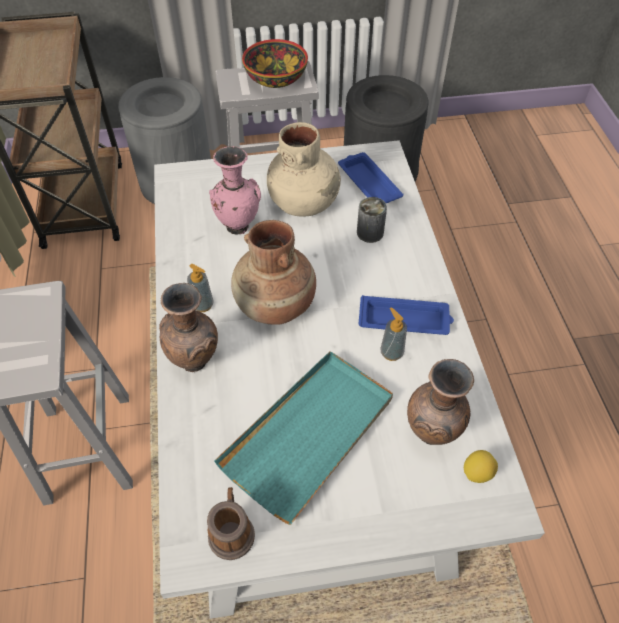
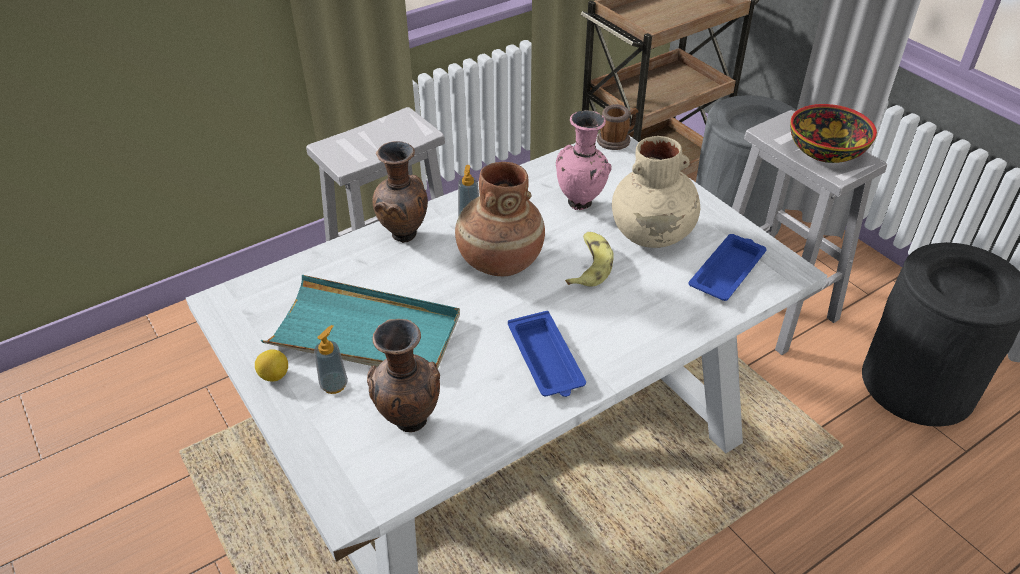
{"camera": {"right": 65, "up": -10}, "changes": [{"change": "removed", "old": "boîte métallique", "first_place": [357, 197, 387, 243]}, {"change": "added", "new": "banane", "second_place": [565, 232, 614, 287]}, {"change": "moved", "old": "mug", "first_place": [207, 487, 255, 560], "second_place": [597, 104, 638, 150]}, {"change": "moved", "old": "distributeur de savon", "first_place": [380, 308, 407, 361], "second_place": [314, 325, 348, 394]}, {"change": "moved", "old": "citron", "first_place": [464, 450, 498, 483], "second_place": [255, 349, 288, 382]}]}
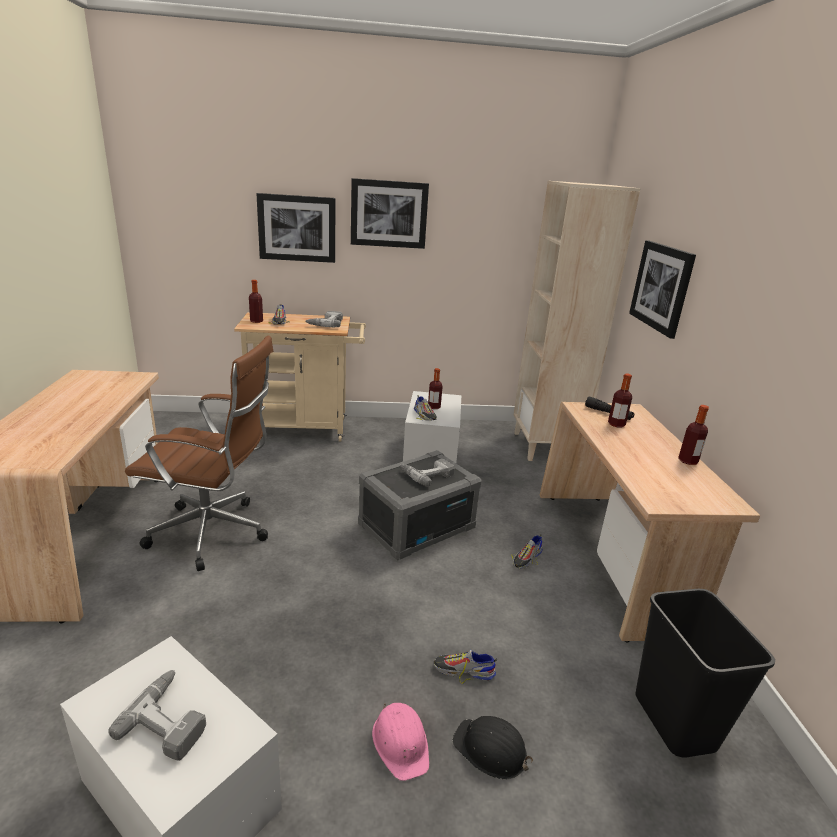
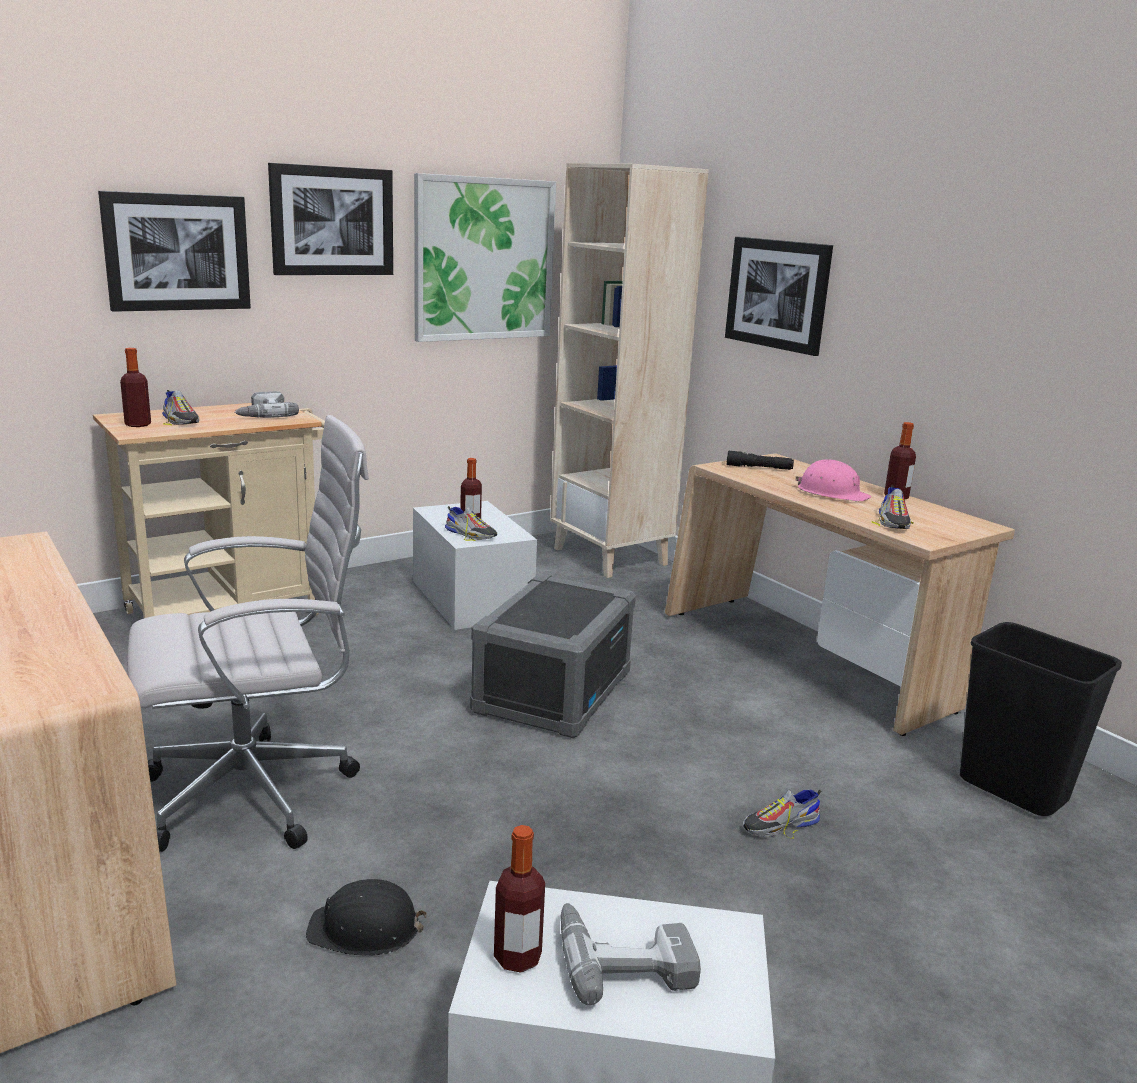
{"camera": {"right": -30, "up": -5}, "changes": [{"change": "removed", "old": "perceuse", "first_place": [400, 459, 455, 487]}, {"change": "added", "new": "tableau", "second_place": [414, 173, 556, 342]}, {"change": "moved", "old": "casque de chantier [rose]", "first_place": [372, 703, 429, 781], "second_place": [795, 459, 871, 501]}, {"change": "moved", "old": "casque de chantier [noir]", "first_place": [452, 716, 533, 780], "second_place": [306, 879, 427, 956]}, {"change": "moved", "old": "chaussure", "first_place": [511, 534, 543, 569], "second_place": [872, 485, 914, 529]}, {"change": "moved", "old": "bouteille", "first_place": [608, 373, 632, 428], "second_place": [494, 825, 545, 973]}, {"change": "recoloured", "old": "chaise de bureau [marron]", "new": "chaise de bureau [blanc]", "first_place": [125, 336, 273, 571], "second_place": [127, 415, 369, 852]}]}
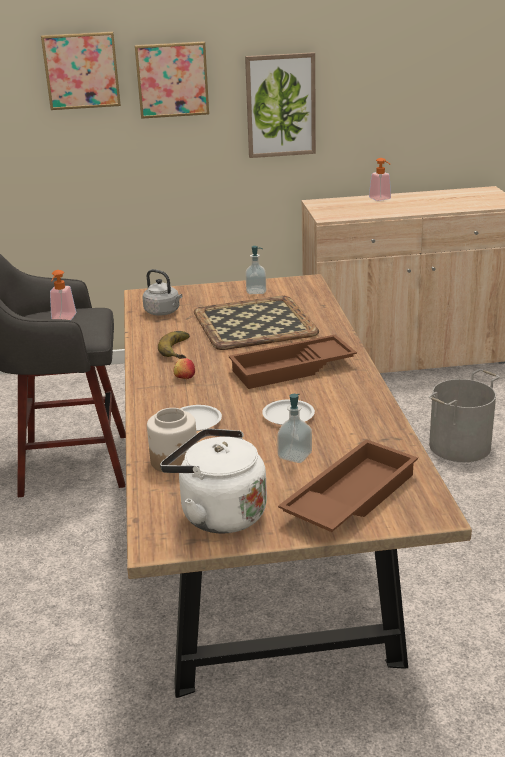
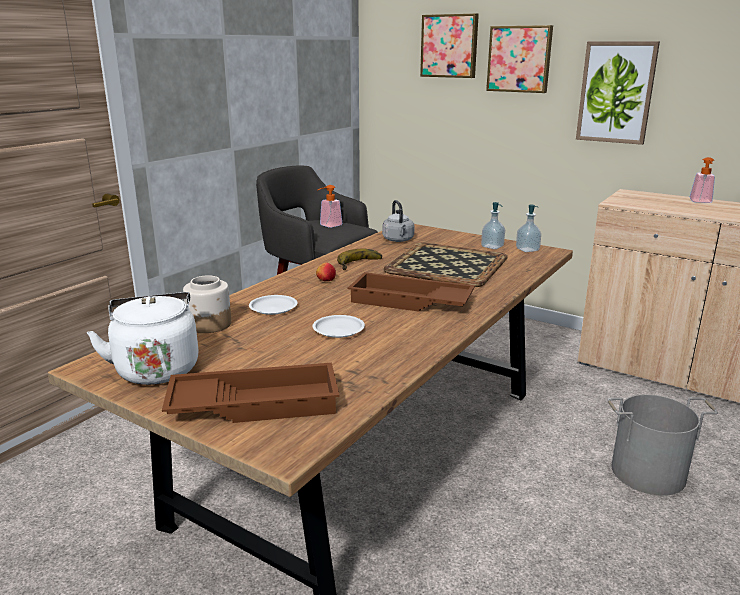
{"camera": {"right": 40, "up": -5}, "changes": [{"change": "moved", "old": "distributeur de savon", "first_place": [277, 394, 312, 463], "second_place": [516, 205, 541, 252]}]}
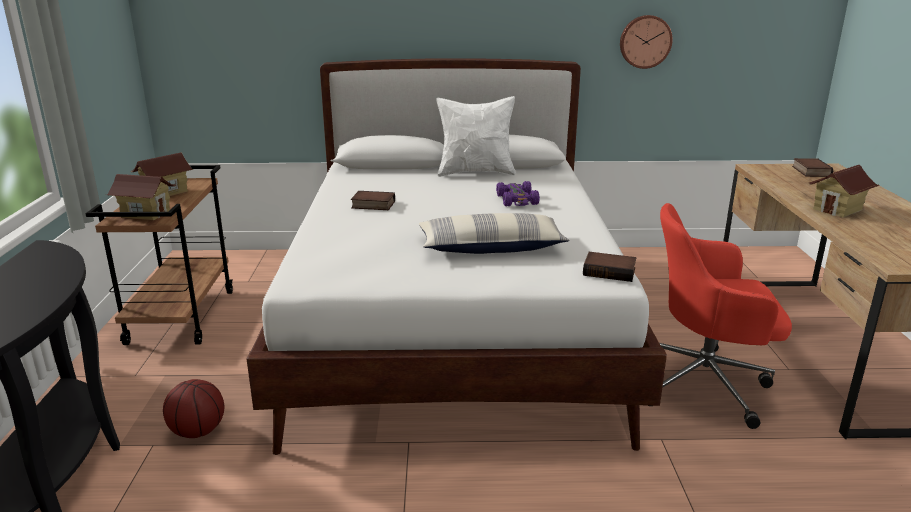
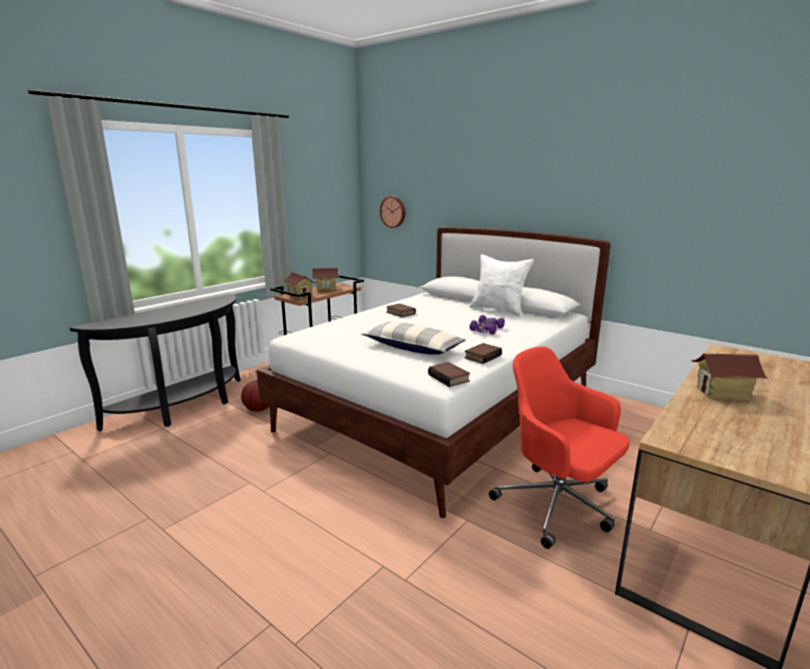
{"camera": {"right": 40, "up": -5}, "changes": [{"change": "moved", "old": "horloge murale", "first_place": [620, 15, 673, 69], "second_place": [380, 196, 405, 228]}, {"change": "moved", "old": "livre", "first_place": [792, 158, 833, 177], "second_place": [464, 343, 502, 364]}]}
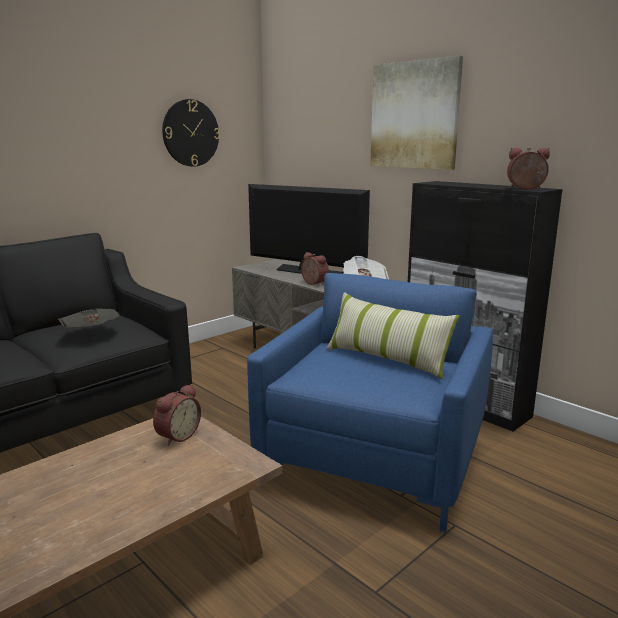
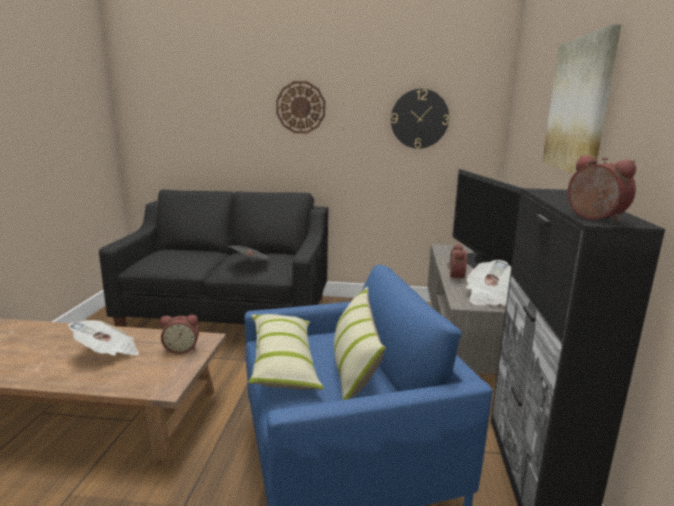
{"camera": {"right": 50, "up": 0}, "changes": [{"change": "added", "new": "journal", "second_place": [68, 320, 139, 356]}, {"change": "added", "new": "coussin", "second_place": [248, 314, 324, 390]}, {"change": "added", "new": "horloge murale", "second_place": [276, 81, 325, 133]}]}
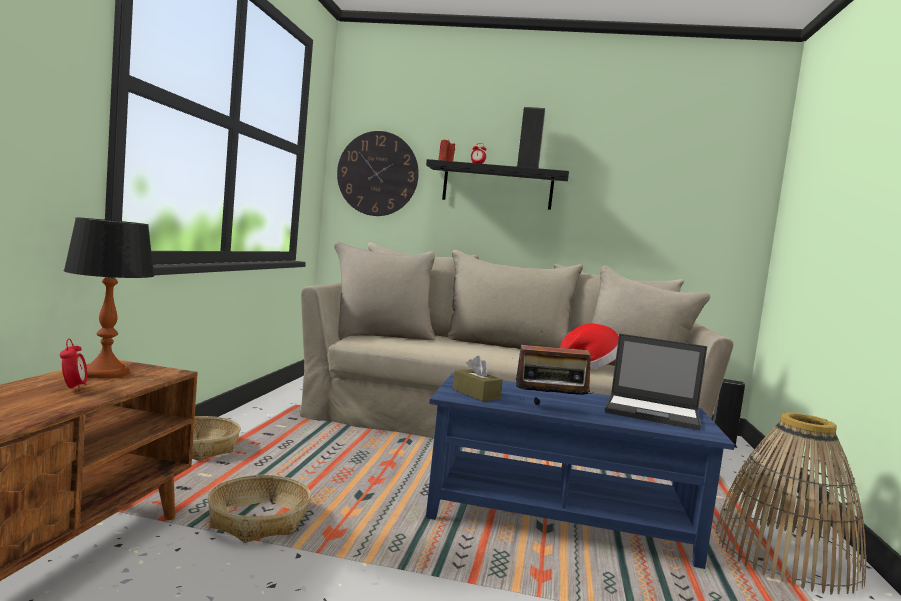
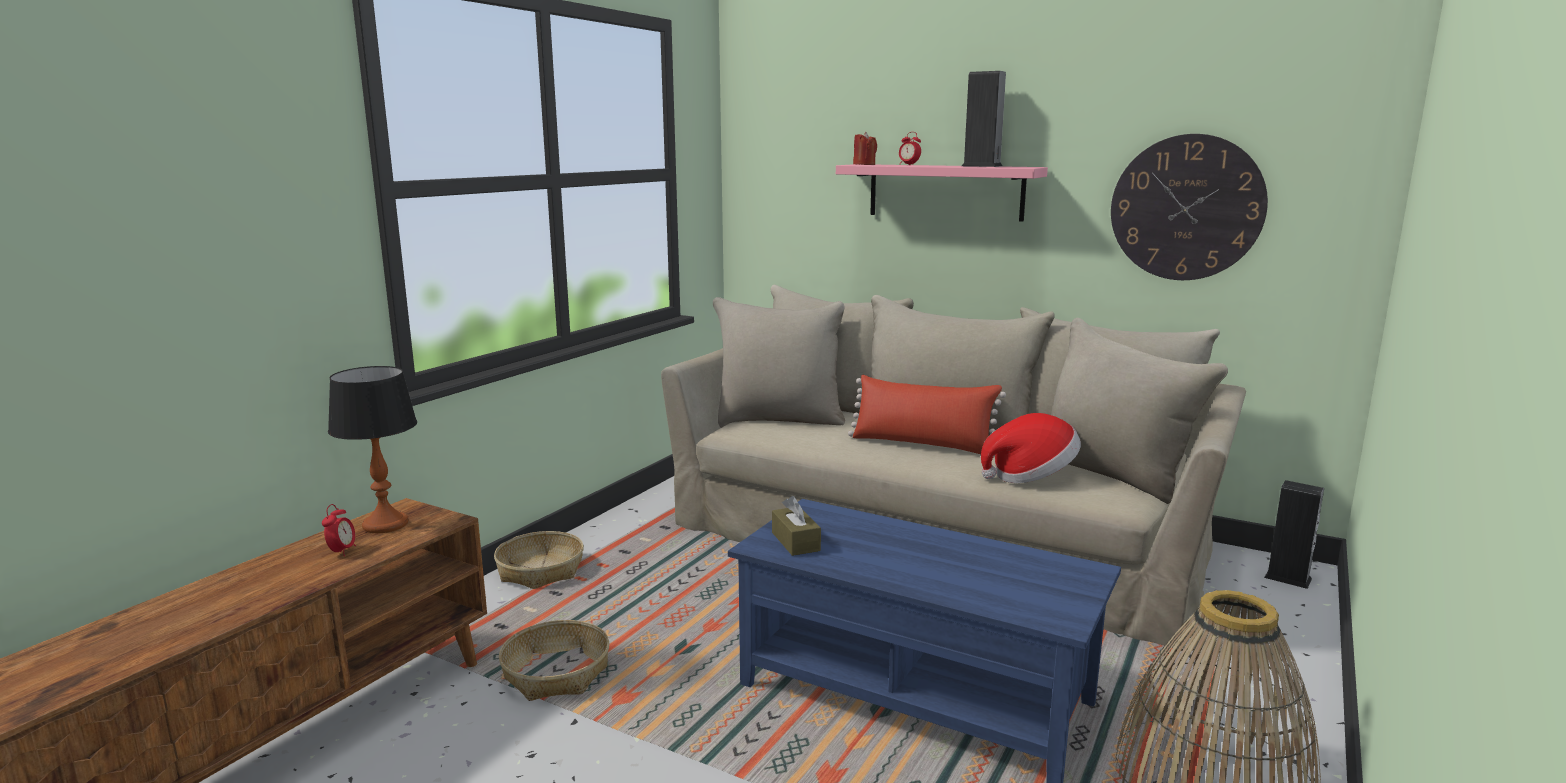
{"camera": {"right": 20, "up": 10}, "changes": [{"change": "removed", "old": "radio", "first_place": [513, 331, 593, 405]}, {"change": "removed", "old": "ordinateur portable", "first_place": [605, 334, 707, 430]}, {"change": "added", "new": "coussin [rouge]", "second_place": [848, 375, 1006, 454]}, {"change": "moved", "old": "horloge murale", "first_place": [337, 131, 419, 216], "second_place": [1111, 134, 1268, 280]}, {"change": "recoloured", "old": "étagère [noir]", "new": "étagère [rose]", "first_place": [426, 159, 569, 210], "second_place": [836, 164, 1048, 222]}]}
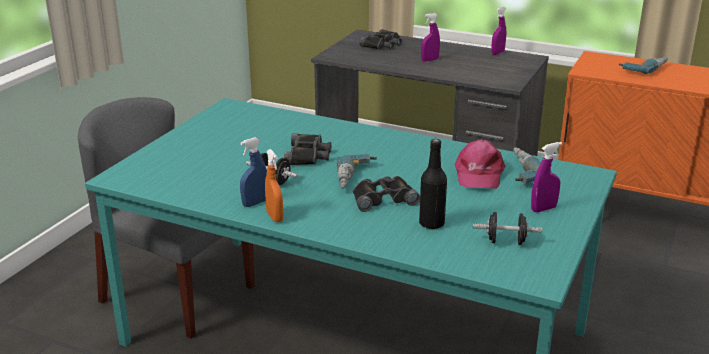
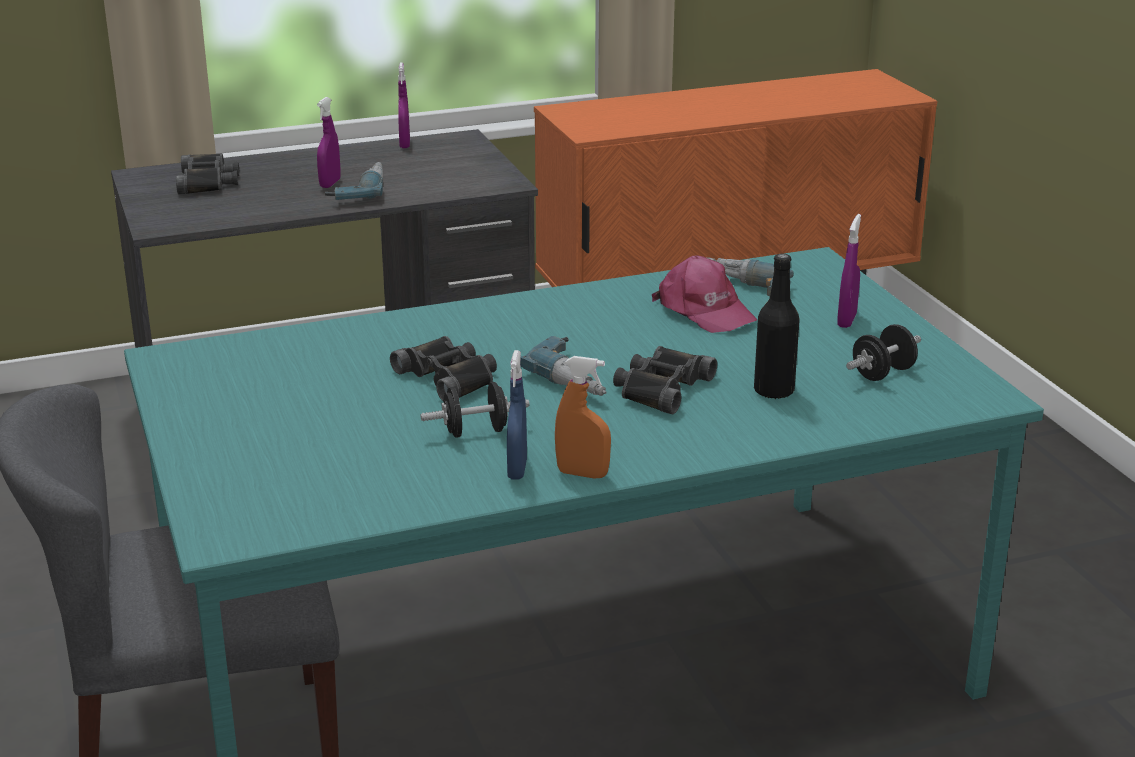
{"camera": {"right": -45, "up": 0}, "changes": [{"change": "moved", "old": "perceuse", "first_place": [619, 57, 668, 74], "second_place": [325, 162, 383, 200]}]}
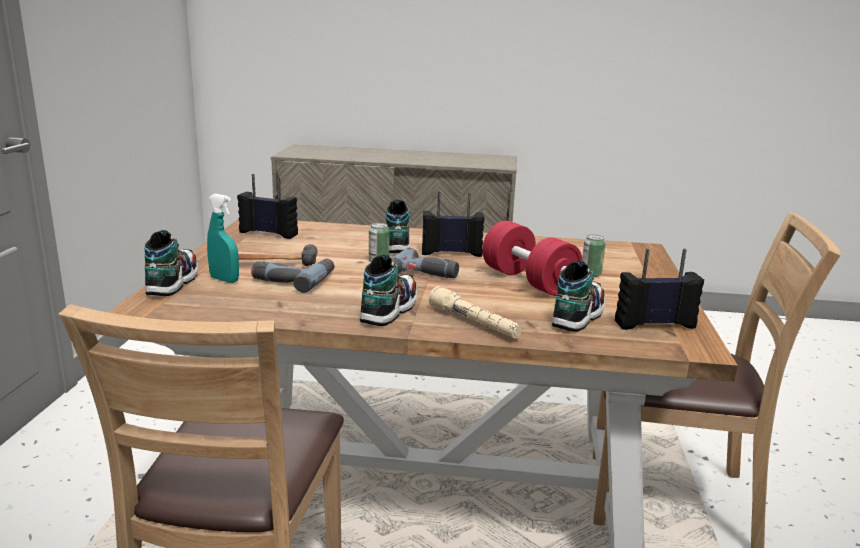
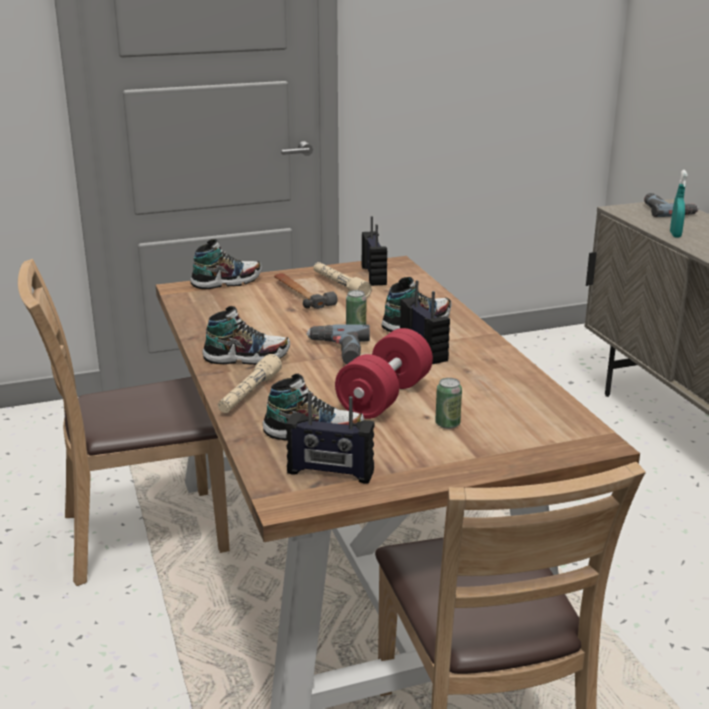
{"camera": {"right": 65, "up": 5}, "changes": [{"change": "added", "new": "lampe de poche [beige]", "second_place": [313, 262, 372, 298]}, {"change": "moved", "old": "vaporisateur [turquoise]", "first_place": [207, 194, 239, 283], "second_place": [670, 170, 688, 238]}, {"change": "moved", "old": "perceuse", "first_place": [251, 259, 334, 293], "second_place": [644, 193, 699, 217]}, {"change": "turned", "old": "radio", "first_place": [615, 249, 704, 330], "second_place": [286, 392, 375, 484], "degrees": 135}]}
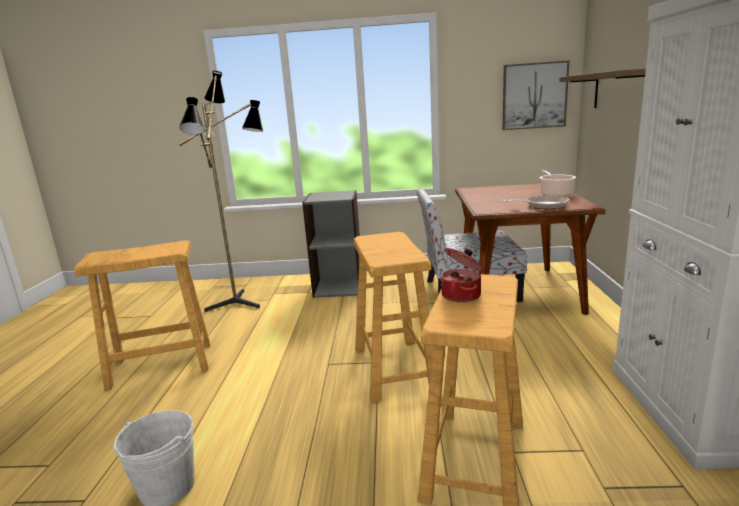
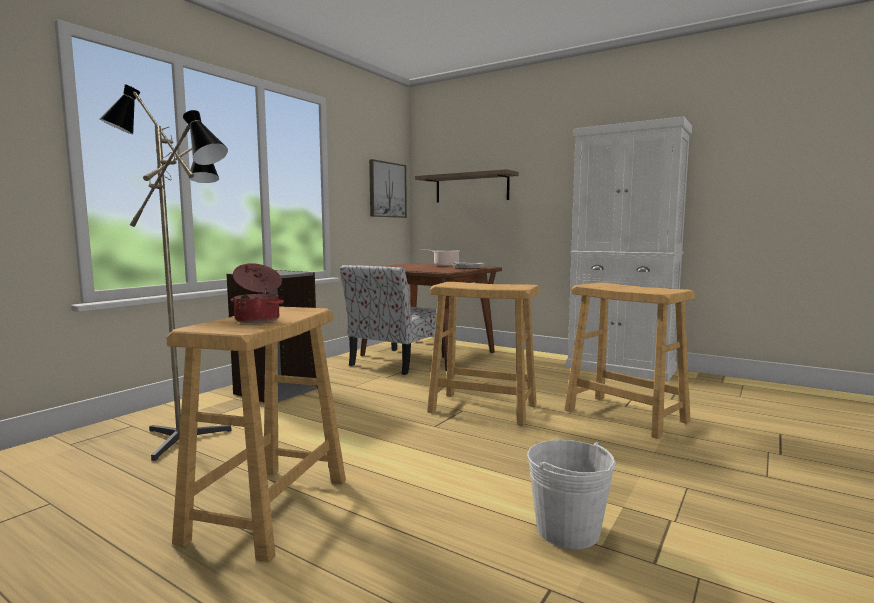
{"camera": {"right": -60, "up": -10}, "changes": [{"change": "moved", "old": "marmite", "first_place": [440, 248, 484, 303], "second_place": [230, 263, 284, 323]}]}
